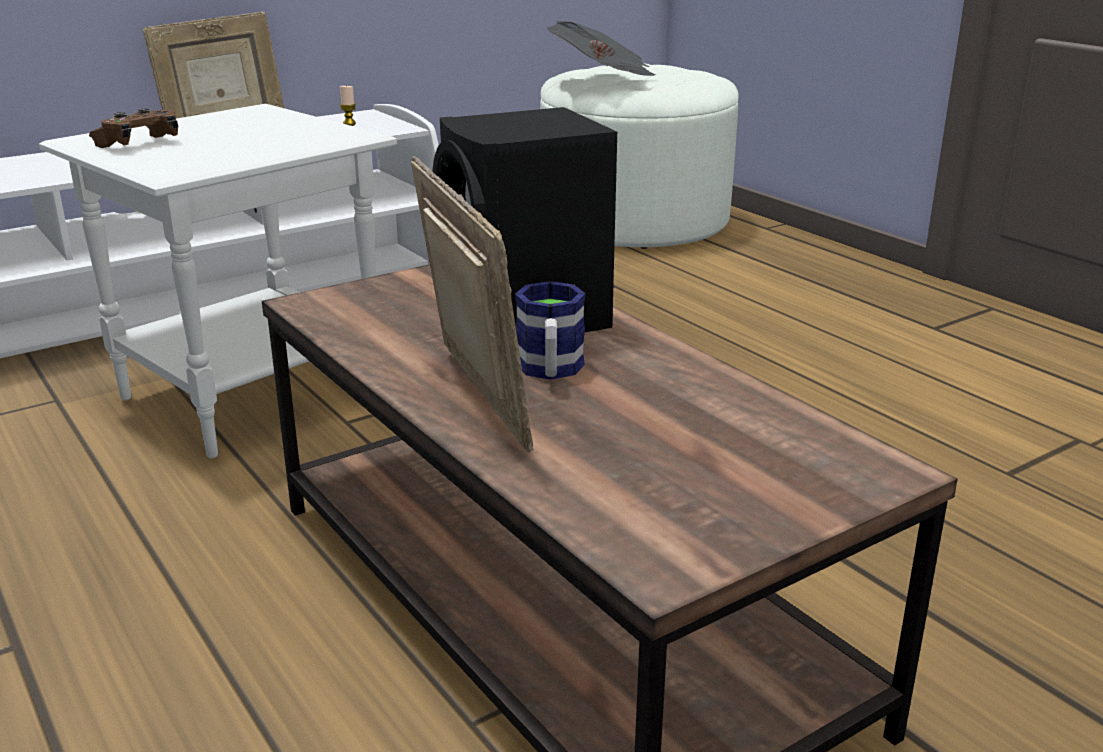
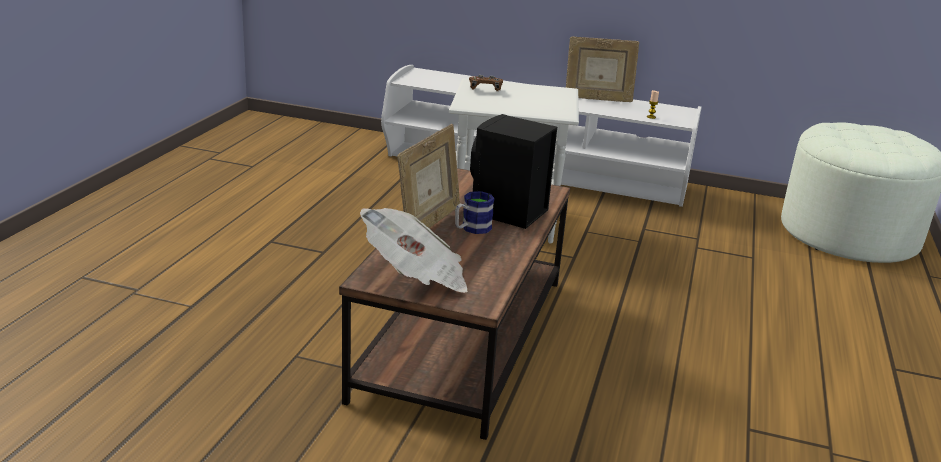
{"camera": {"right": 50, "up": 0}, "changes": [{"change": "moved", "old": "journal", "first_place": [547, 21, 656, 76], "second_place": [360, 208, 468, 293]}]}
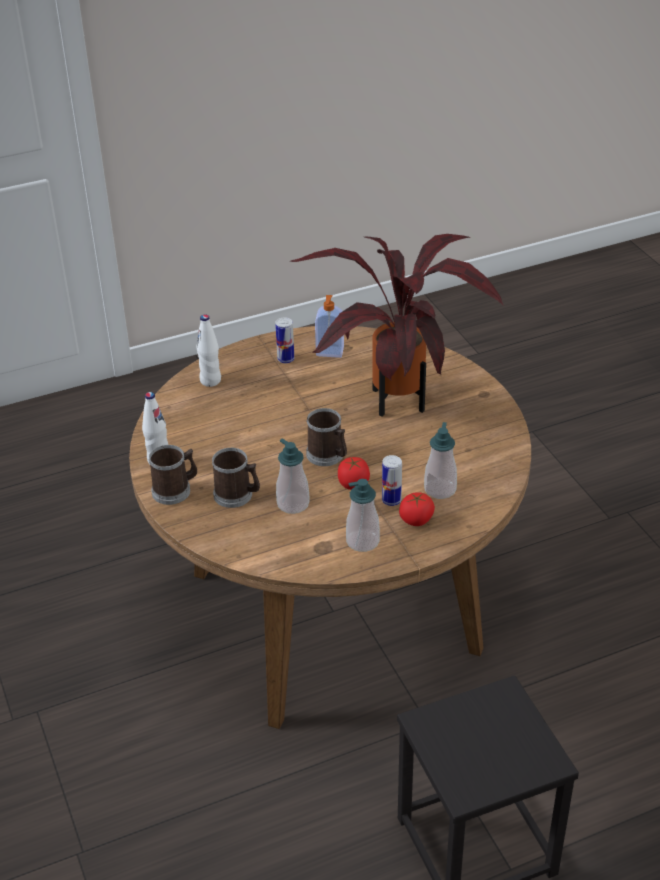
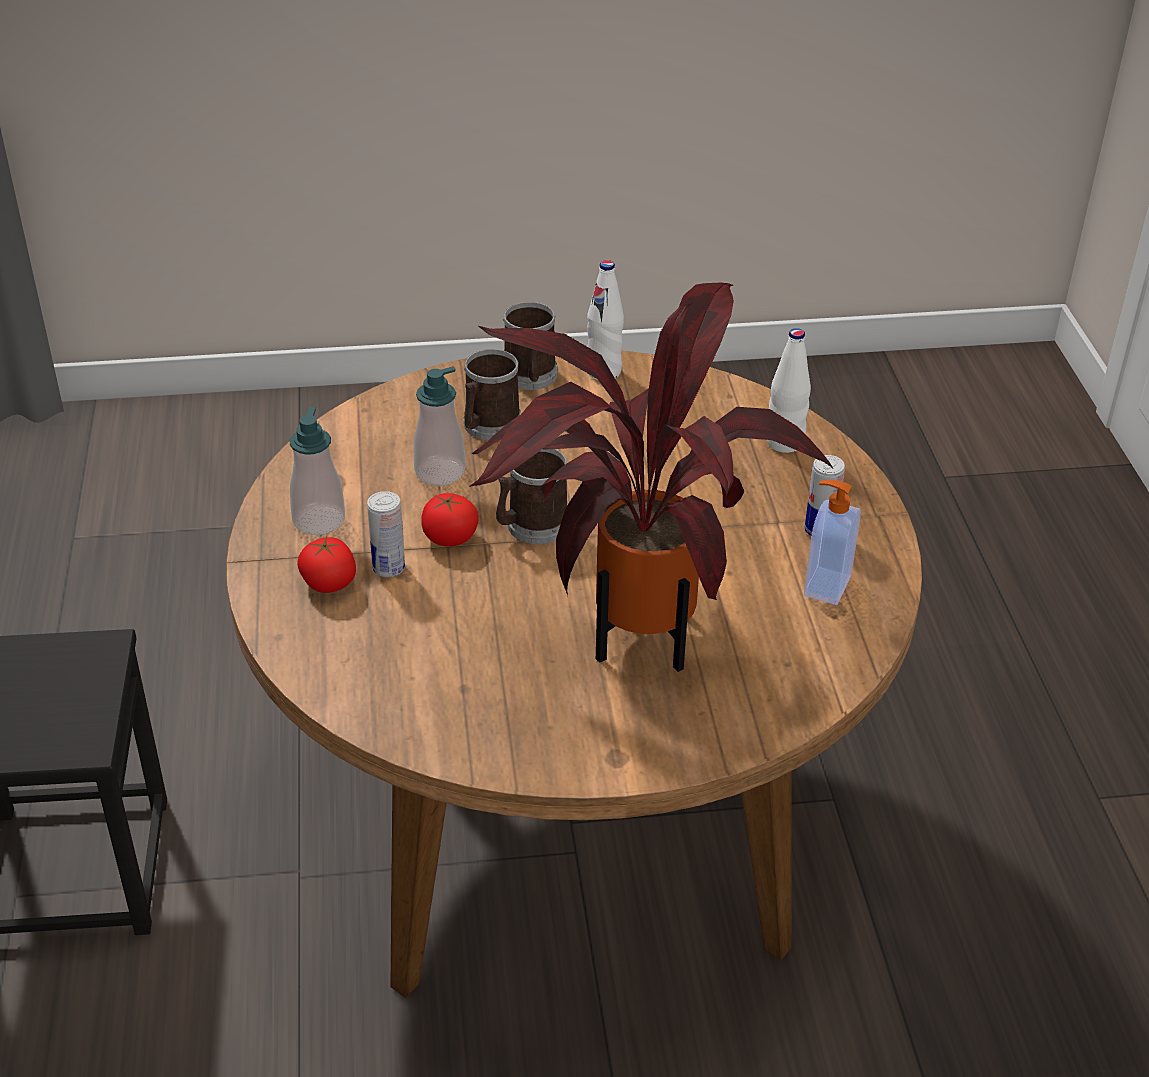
{"camera": {"right": 105, "up": 0}, "changes": [{"change": "removed", "old": "distributeur de savon", "first_place": [424, 422, 457, 499]}]}
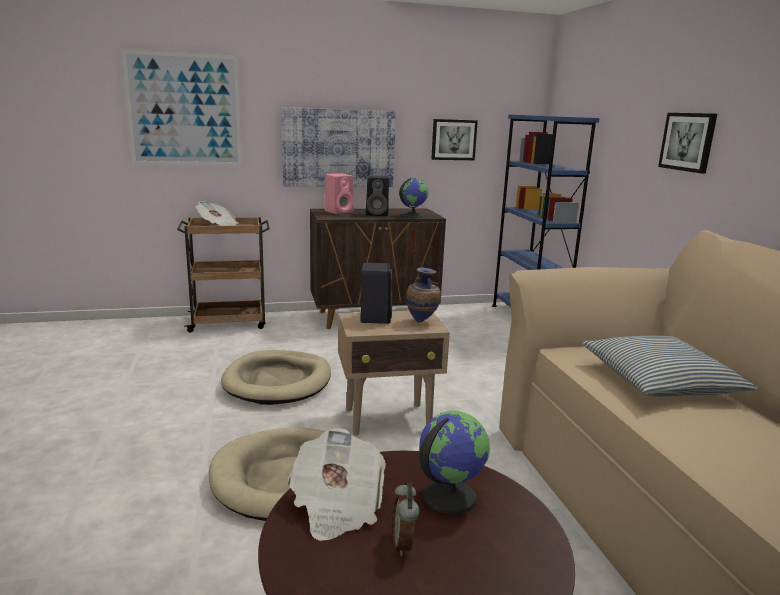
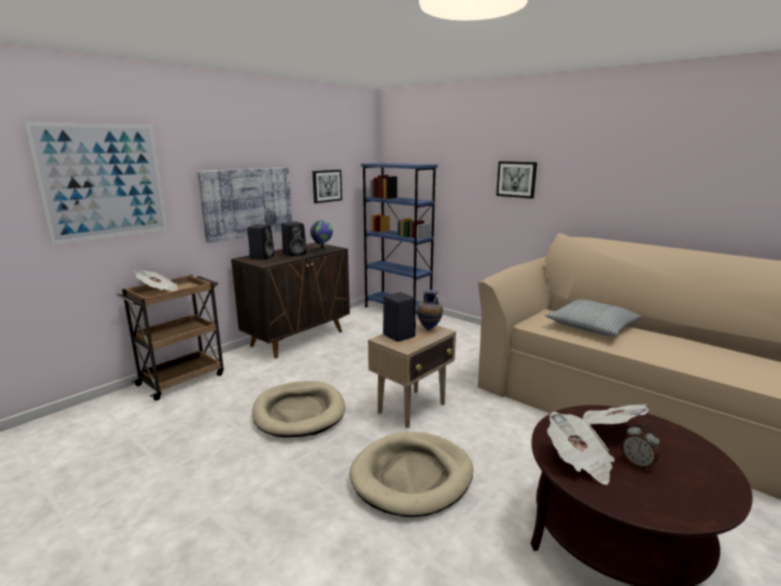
{"camera": {"right": -35, "up": 0}, "changes": [{"change": "replaced", "old": "globe", "new": "journal", "first_place": [419, 411, 490, 514], "second_place": [583, 404, 649, 425]}, {"change": "recoloured", "old": "enceinte [rose]", "new": "enceinte [noir]", "first_place": [324, 173, 354, 214], "second_place": [247, 224, 274, 260]}]}
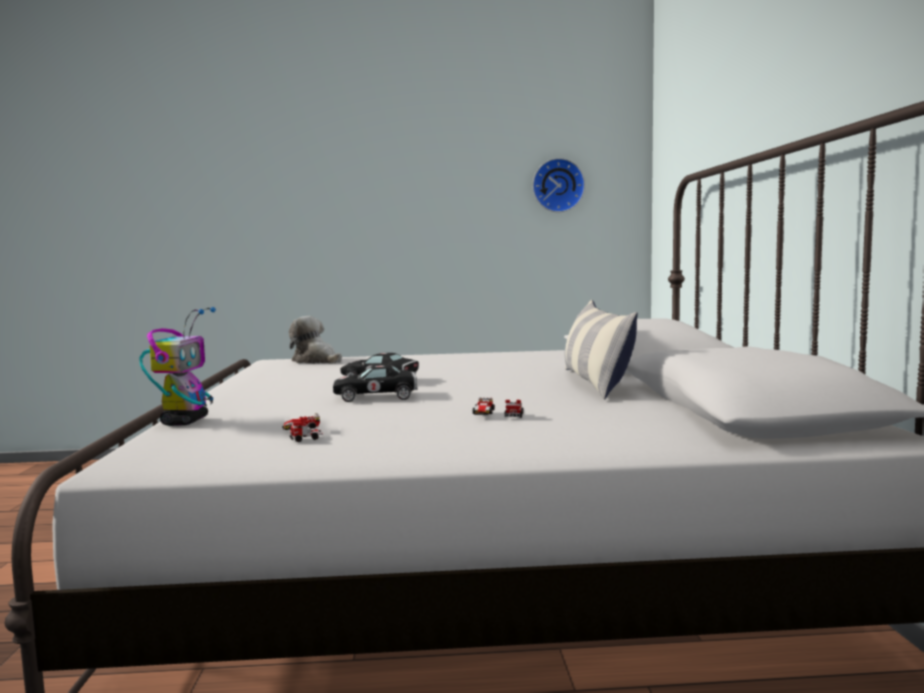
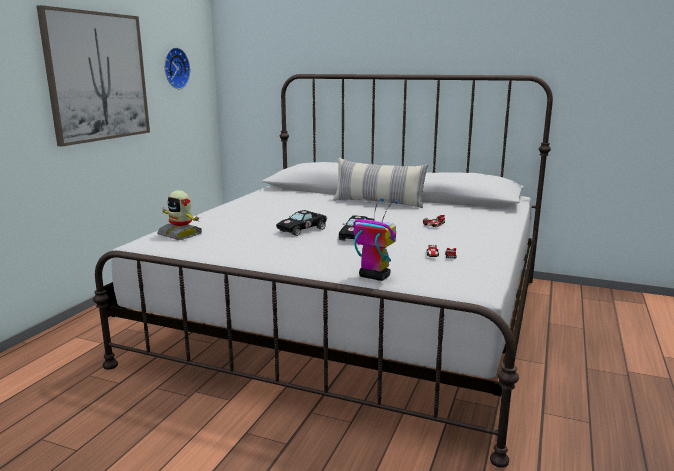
{"camera": {"right": -65, "up": 10}, "changes": [{"change": "added", "new": "tableau", "second_place": [37, 5, 150, 146]}, {"change": "replaced", "old": "peluche", "new": "robot jouet", "first_place": [289, 316, 342, 364], "second_place": [157, 190, 202, 240]}]}
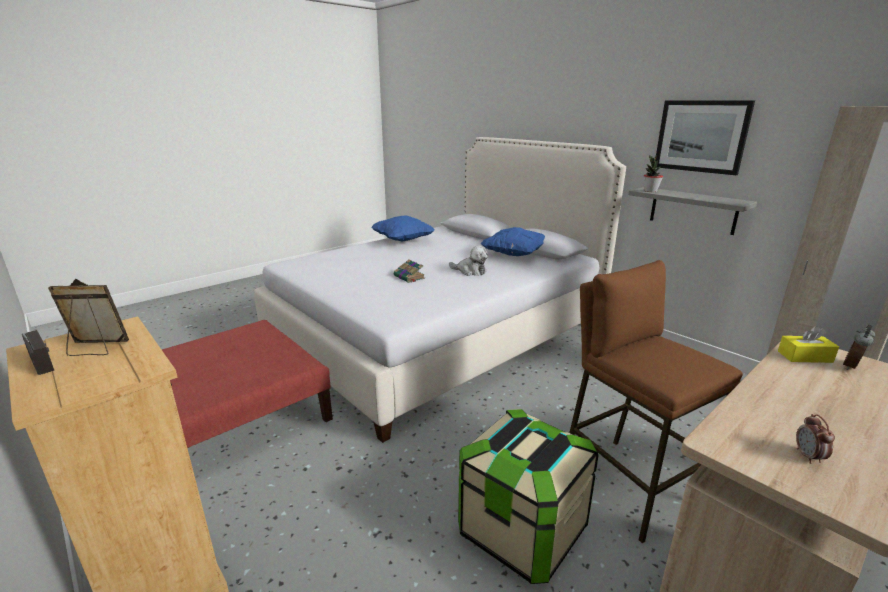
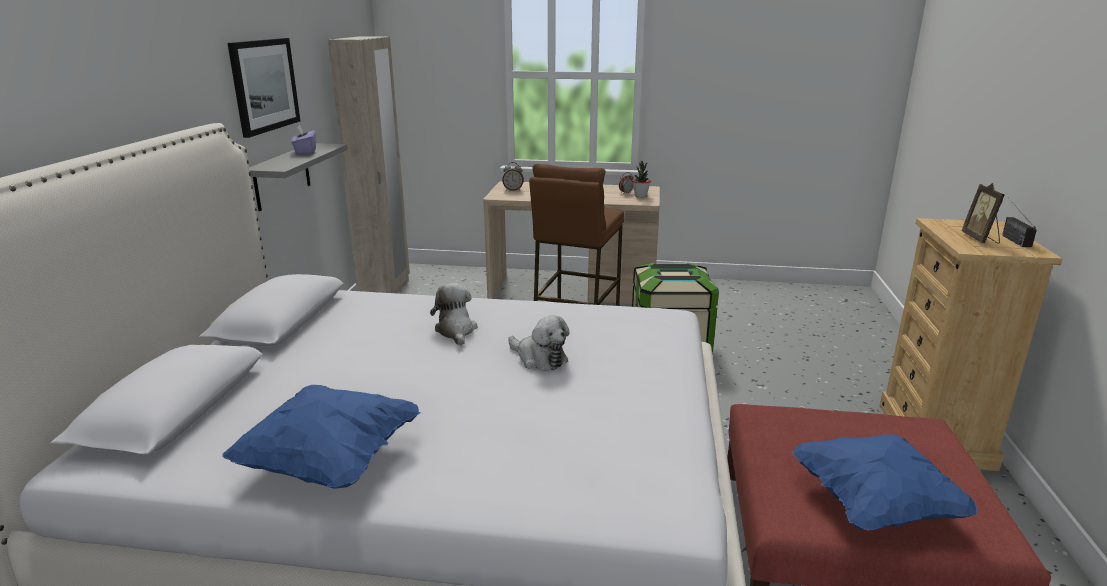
{"camera": {"right": -130, "up": 0}, "changes": [{"change": "removed", "old": "boîte à mouchoirs [jaune]", "first_place": [778, 326, 839, 363]}, {"change": "added", "new": "boîte à mouchoirs [violet]", "second_place": [291, 125, 316, 155]}, {"change": "moved", "old": "coussin [bleu]", "first_place": [480, 227, 545, 256], "second_place": [792, 434, 978, 531]}, {"change": "moved", "old": "plante en pot", "first_place": [644, 155, 663, 192], "second_place": [632, 161, 651, 198]}, {"change": "replaced", "old": "livre", "new": "peluche", "first_place": [394, 259, 425, 283], "second_place": [508, 315, 570, 371]}, {"change": "turned", "old": "cadre photo", "first_place": [48, 279, 129, 356], "second_place": [961, 183, 1005, 244], "degrees": 45}]}
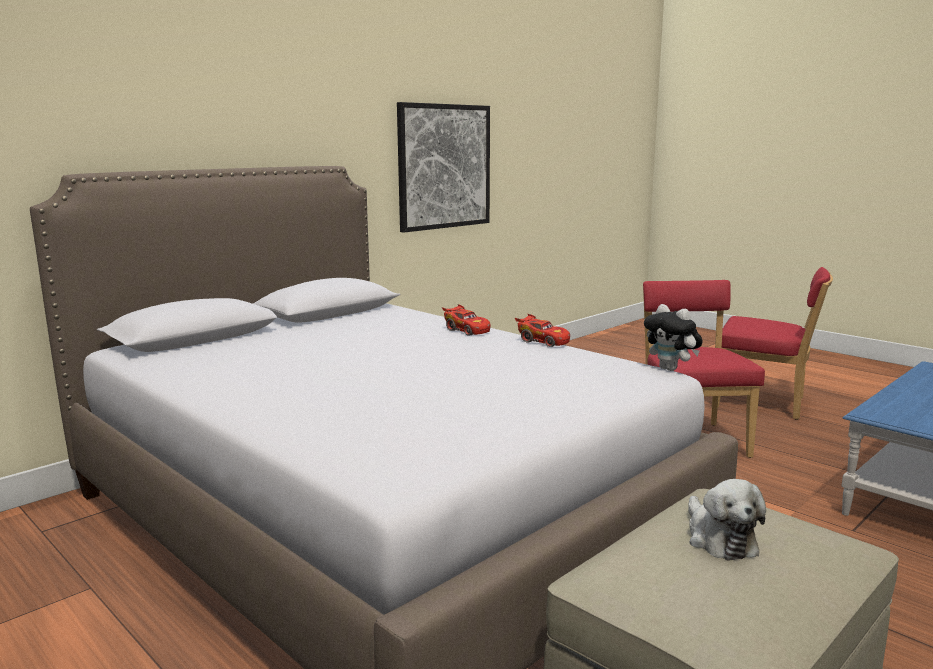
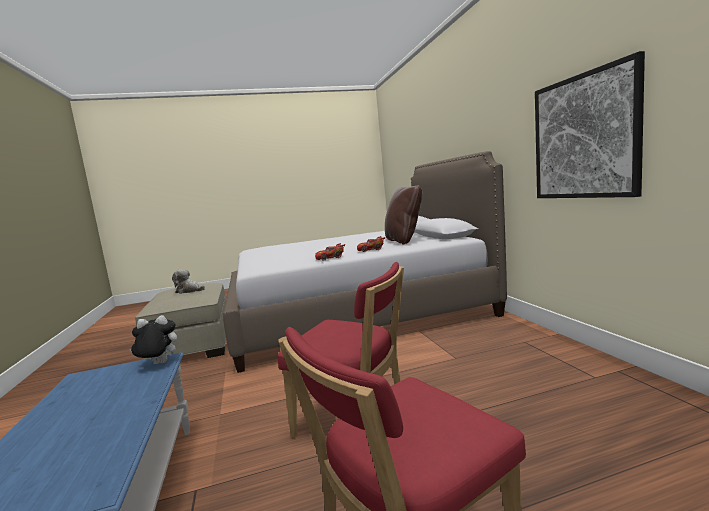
{"camera": {"right": 120, "up": -5}, "changes": [{"change": "added", "new": "coussin [marron]", "second_place": [385, 185, 422, 245]}, {"change": "moved", "old": "peluche", "first_place": [644, 304, 703, 371], "second_place": [129, 315, 177, 364]}]}
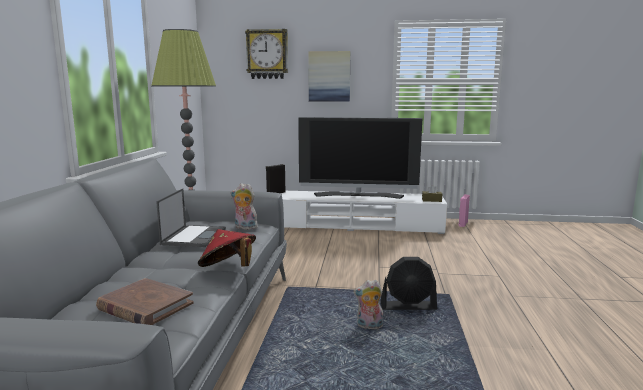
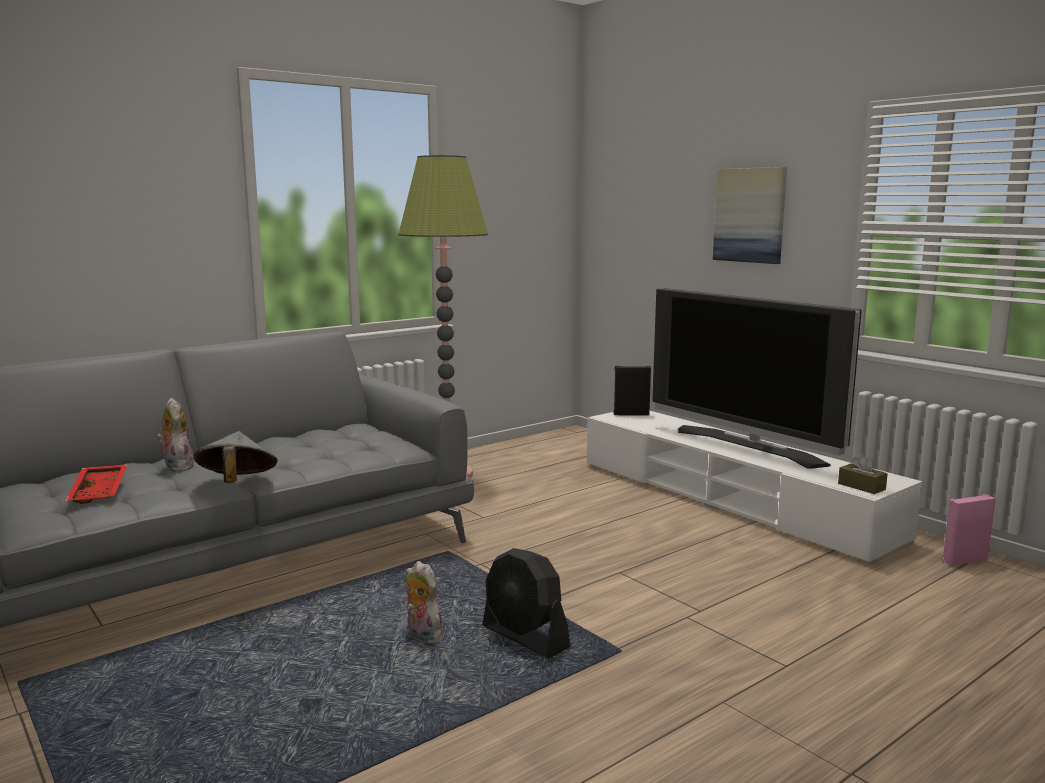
{"camera": {"right": 45, "up": 0}, "changes": [{"change": "removed", "old": "ordinateur portable", "first_place": [156, 188, 226, 247]}, {"change": "removed", "old": "horloge murale", "first_place": [245, 29, 288, 79]}, {"change": "moved", "old": "peluche", "first_place": [231, 183, 258, 230], "second_place": [157, 398, 195, 472]}, {"change": "replaced", "old": "livre [marron]", "new": "plateau [rouge]", "first_place": [96, 278, 194, 325], "second_place": [65, 464, 127, 504]}, {"change": "recoloured", "old": "chapeau [rouge]", "new": "chapeau [gris]", "first_place": [198, 229, 256, 267], "second_place": [194, 431, 277, 483]}]}
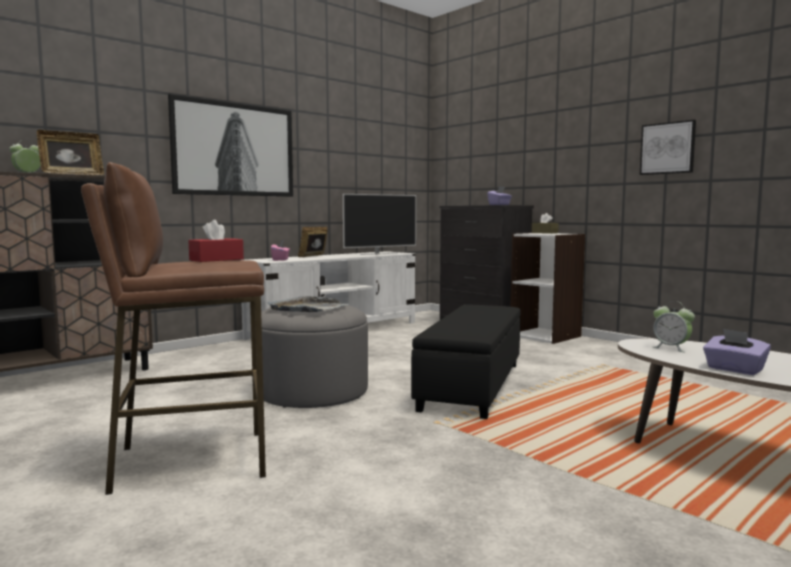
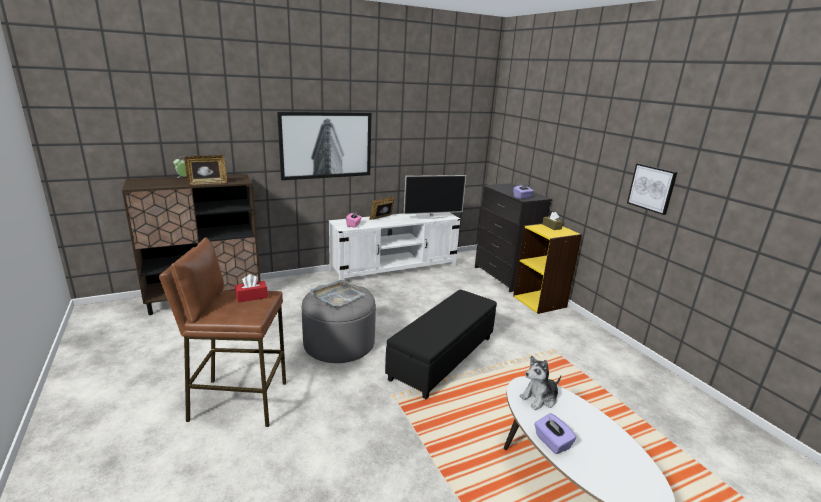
{"camera": {"right": 15, "up": 15}, "changes": [{"change": "replaced", "old": "réveil", "new": "peluche", "first_place": [652, 301, 695, 352], "second_place": [519, 356, 561, 410]}, {"change": "recoloured", "old": "bibliothèque [blanc]", "new": "bibliothèque [jaune]", "first_place": [511, 233, 585, 344], "second_place": [513, 223, 582, 314]}]}
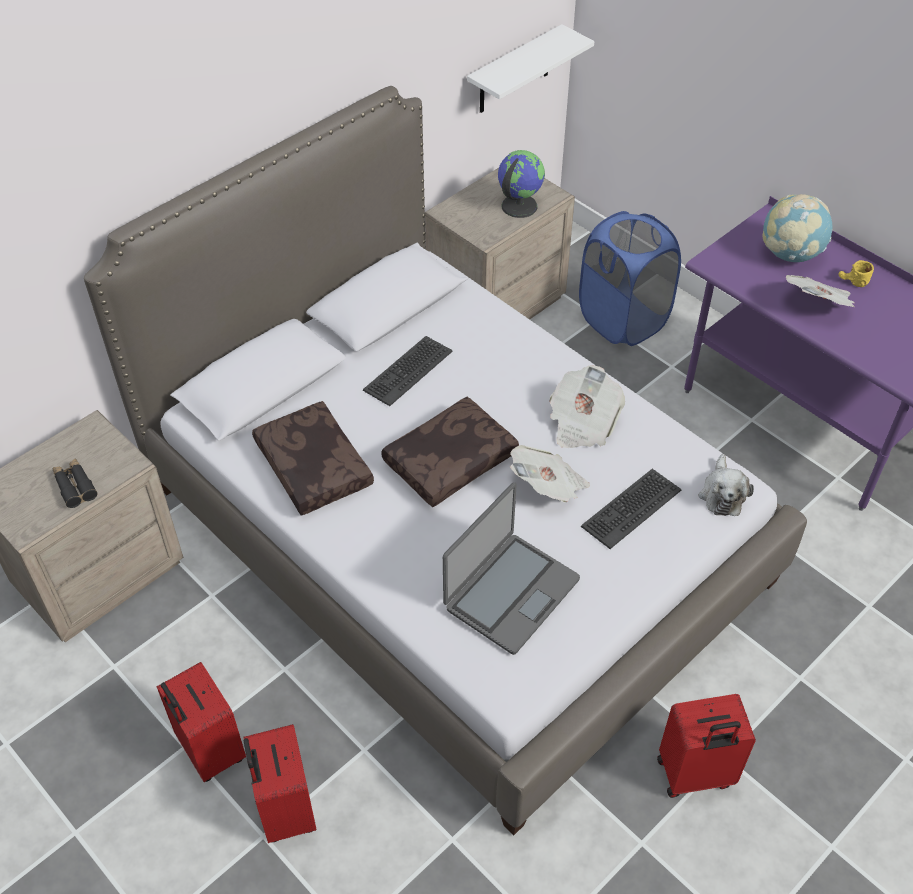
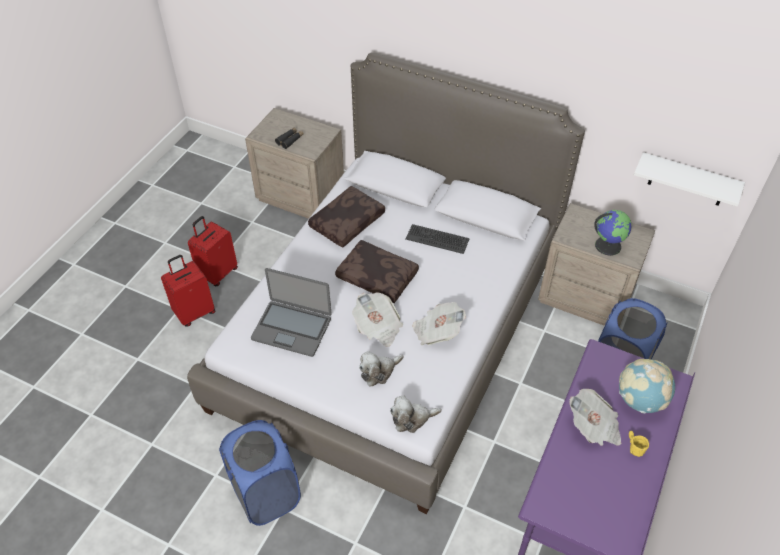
{"camera": {"right": 70, "up": 0}, "changes": [{"change": "replaced", "old": "clavier", "new": "peluche", "first_place": [581, 469, 681, 549], "second_place": [359, 351, 403, 387]}, {"change": "replaced", "old": "valise [rouge]", "new": "panier à linge [bleu]", "first_place": [657, 694, 756, 798], "second_place": [219, 420, 301, 526]}]}
